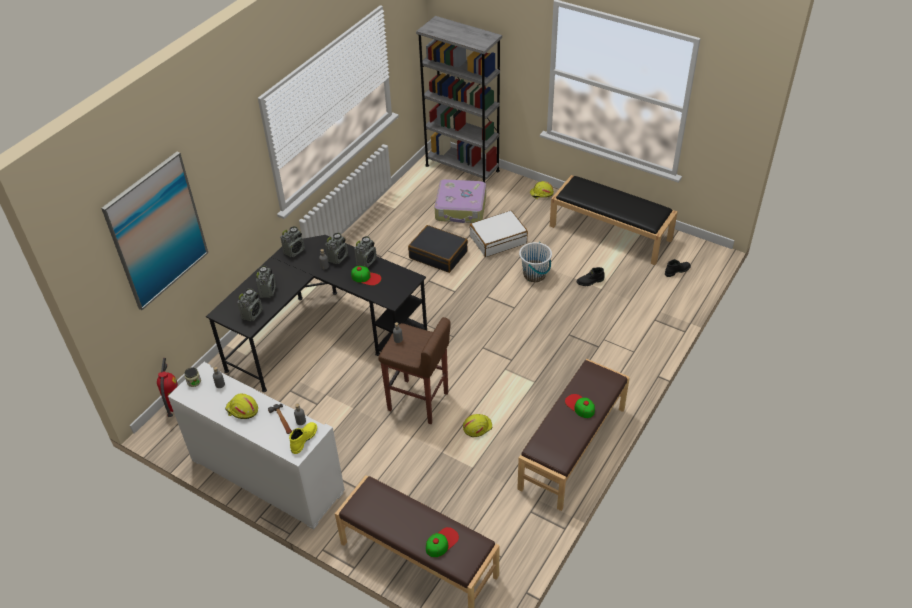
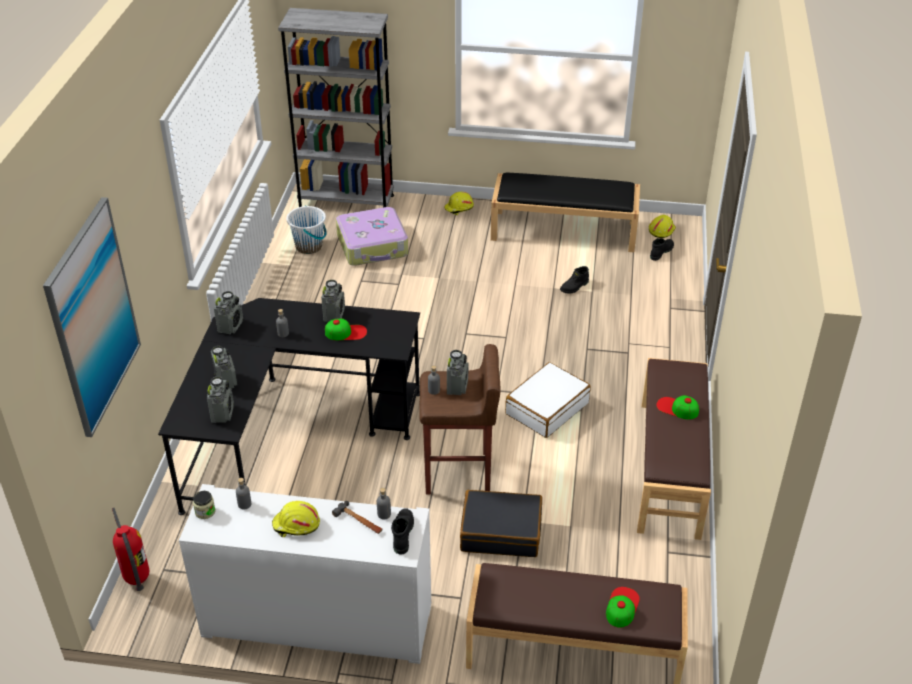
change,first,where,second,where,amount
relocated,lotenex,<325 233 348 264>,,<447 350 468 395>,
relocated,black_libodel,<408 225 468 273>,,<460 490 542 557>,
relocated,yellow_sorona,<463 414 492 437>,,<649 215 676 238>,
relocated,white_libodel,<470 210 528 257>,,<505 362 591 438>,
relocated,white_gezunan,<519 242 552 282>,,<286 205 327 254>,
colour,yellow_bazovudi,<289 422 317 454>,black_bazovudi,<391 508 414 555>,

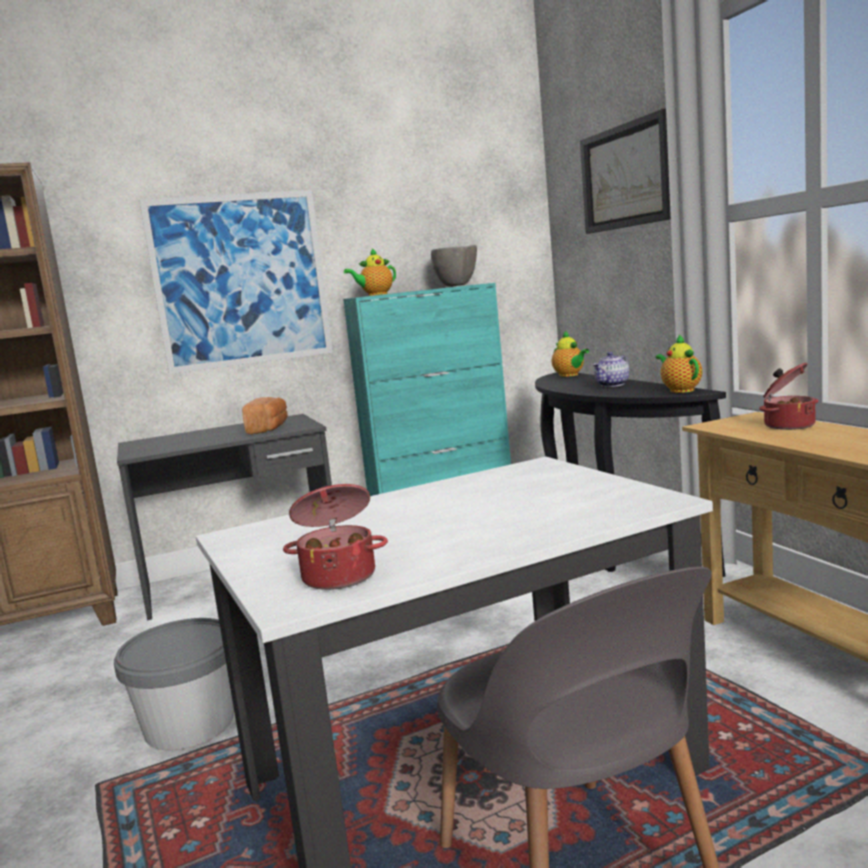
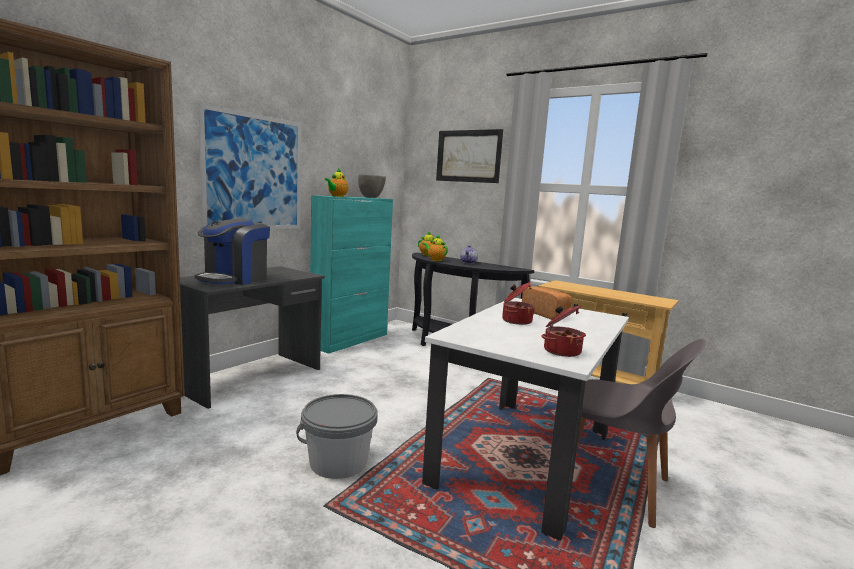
change,first,where,second,where,amount
appeared,,,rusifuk,<195 219 270 285>,
relocated,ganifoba,<242 397 288 434>,,<522 286 572 319>,
relocated,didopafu,<656 334 702 393>,,<423 235 448 261>,
relocated,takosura,<759 363 819 430>,,<502 282 535 325>,

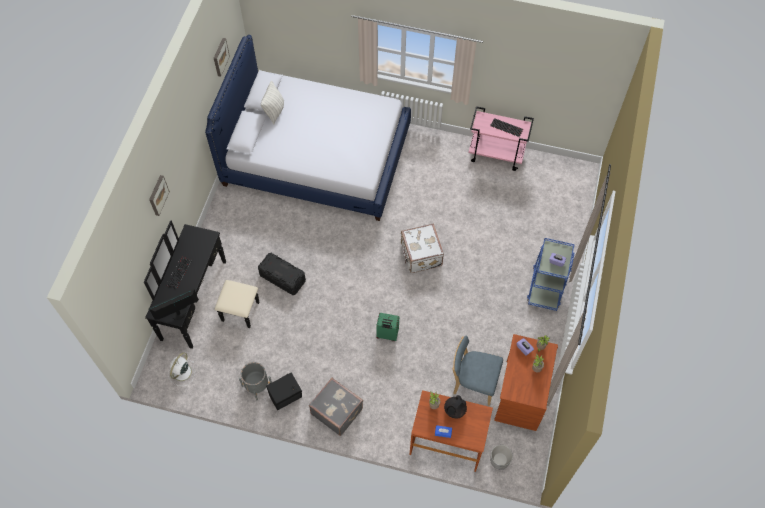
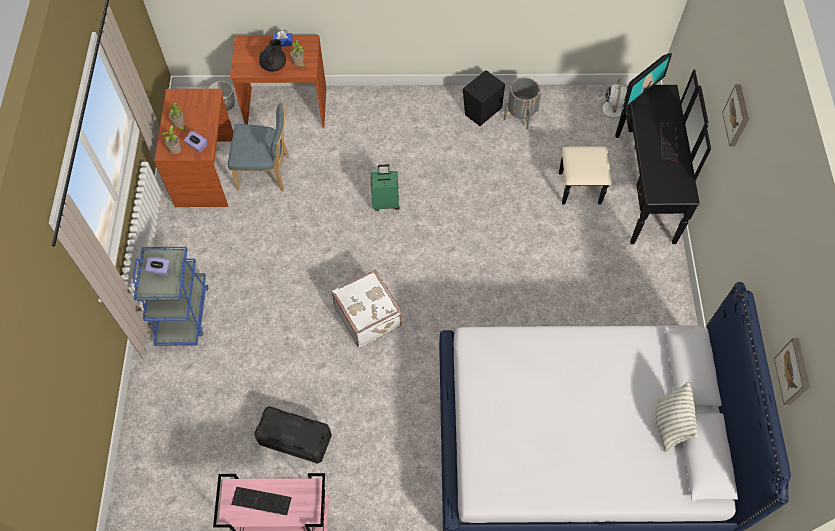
change,first,where,second,where,amount
missing,grey_libodel,<309 378 363 436>,,,
relocated,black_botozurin,<258 253 306 295>,,<254 406 332 464>,

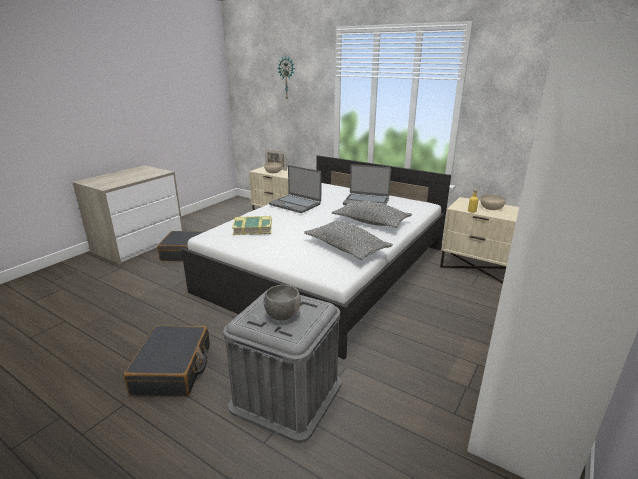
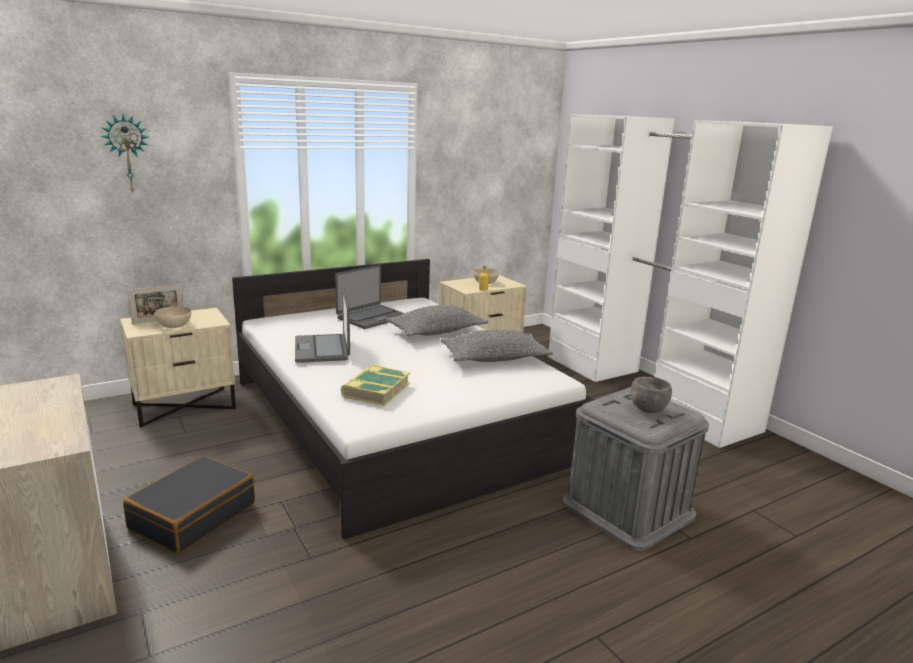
change,first,where,second,where,amount
missing,black_libodel,<124 326 210 396>,,,
spun,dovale,<269 165 321 213>,,<295 289 350 363>,105 degrees clockwise

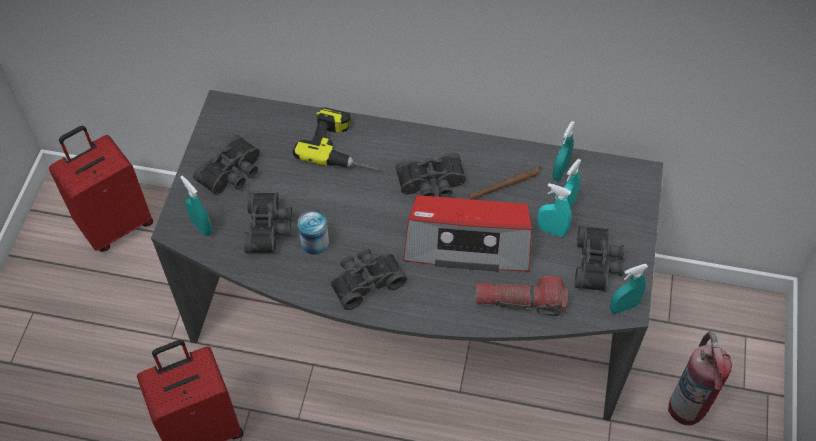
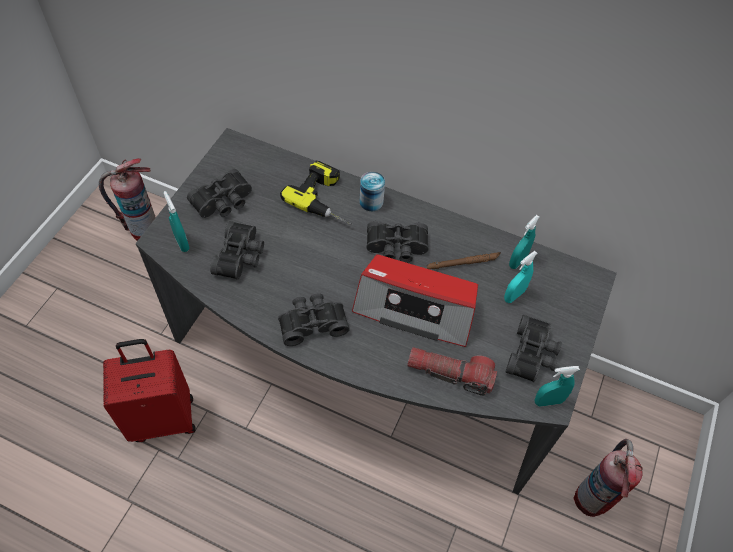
change,first,where,second,where,amount
missing,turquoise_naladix,<537 183 572 237>,,,
relocated,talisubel,<298 210 329 255>,,<360 172 385 211>,
exchanged,red_libodel,<49 126 153 252>,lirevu,<99 158 156 241>,

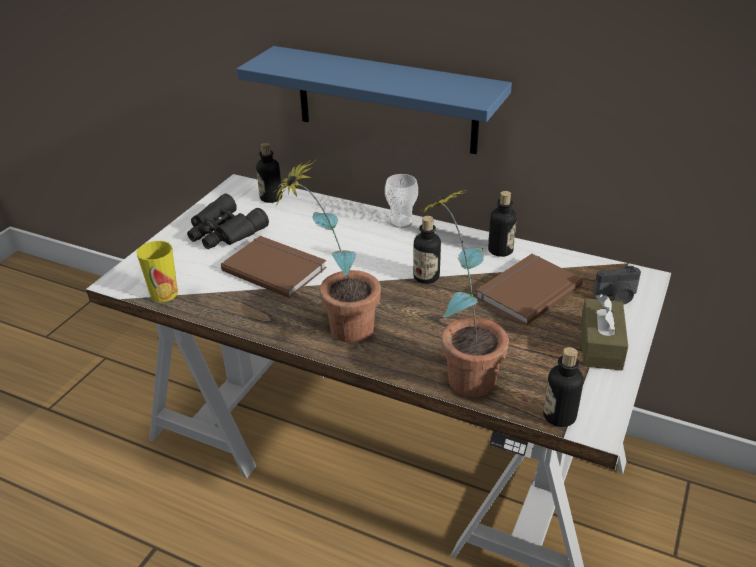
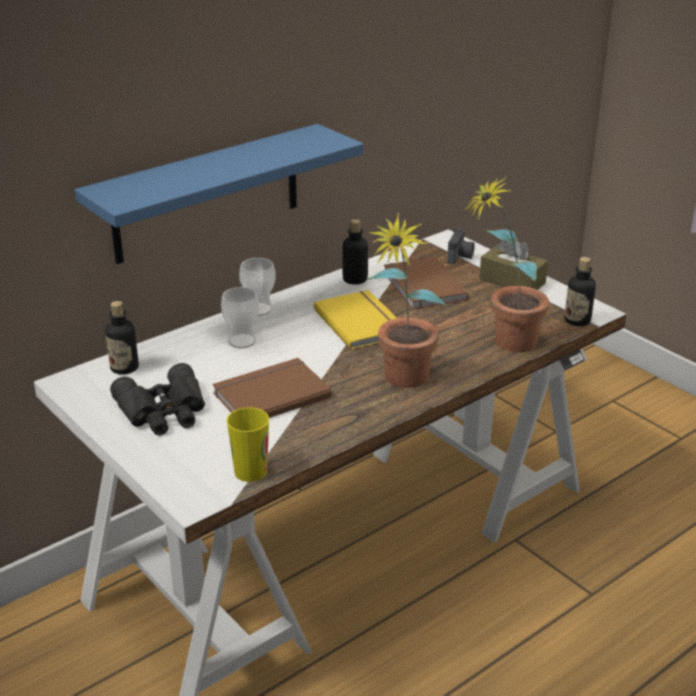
change,first,where,second,where,amount
appeared,,,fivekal,<221 287 259 348>,
exchanged,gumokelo,<413 216 441 284>,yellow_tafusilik,<313 290 397 350>,

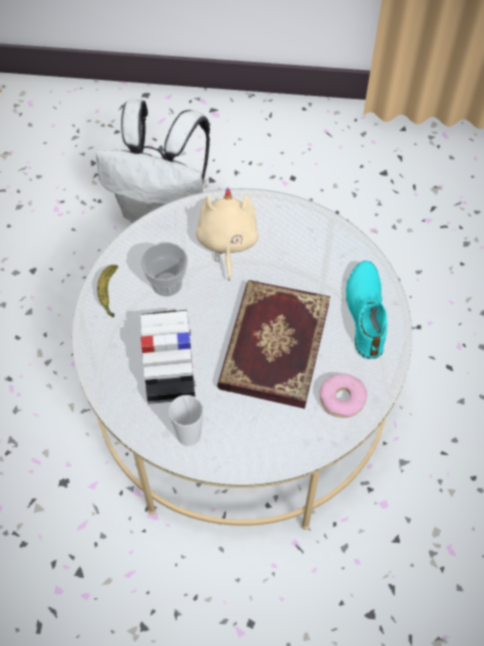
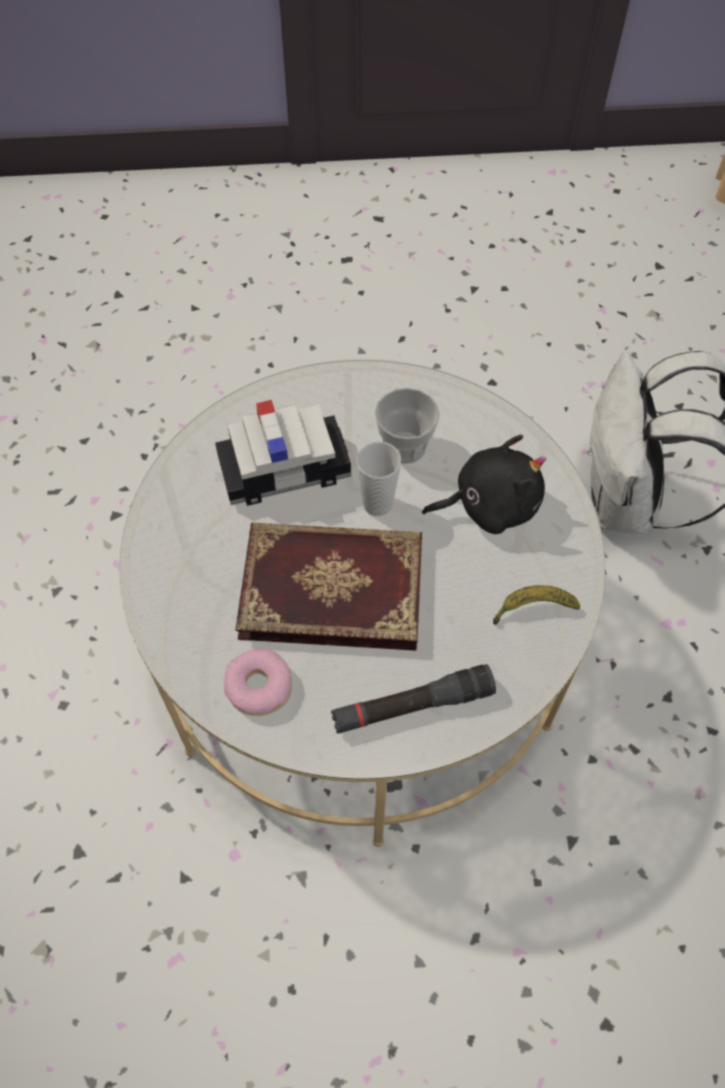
change,first,where,second,where,amount
relocated,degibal,<97 265 118 317>,,<493 585 580 625>,
relocated,fivekal,<169 395 203 446>,,<356 441 402 516>,
exchanged,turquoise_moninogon,<346 261 387 359>,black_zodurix,<331 664 496 734>,
colour,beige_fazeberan,<196 187 258 281>,black_fazeberan,<422 435 546 534>,

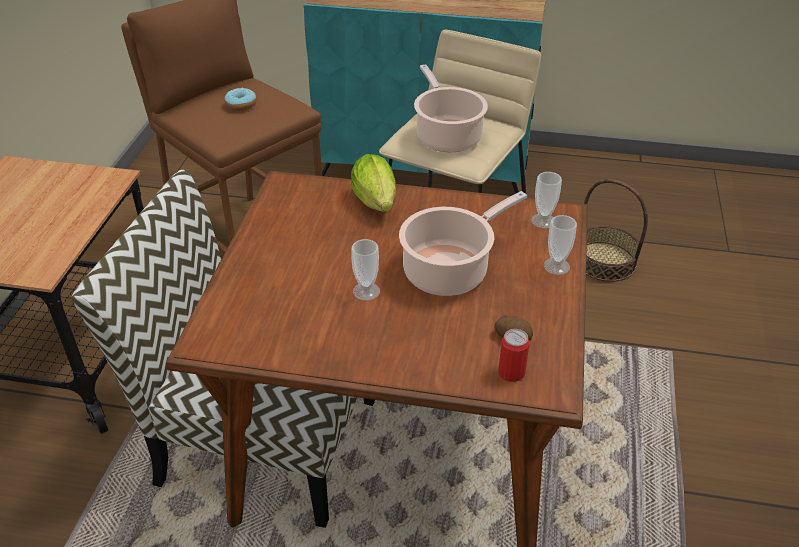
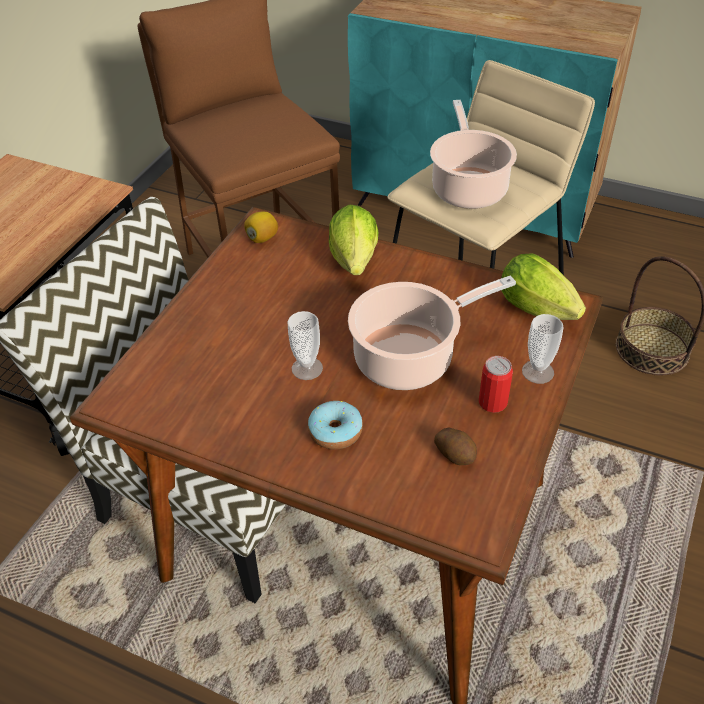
change,first,where,second,where,amount
appeared,,,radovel,<244 212 278 243>,
relocated,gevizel,<224 88 256 111>,,<308 401 363 449>,
relocated,talisubel,<499 329 529 382>,,<479 356 513 413>,
exchanged,fivekal,<531 172 562 229>,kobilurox,<501 253 586 320>,

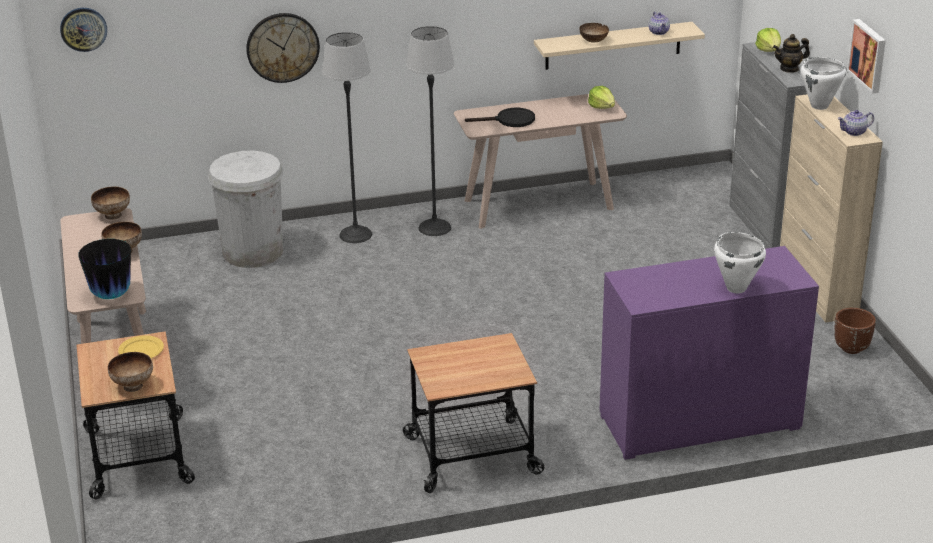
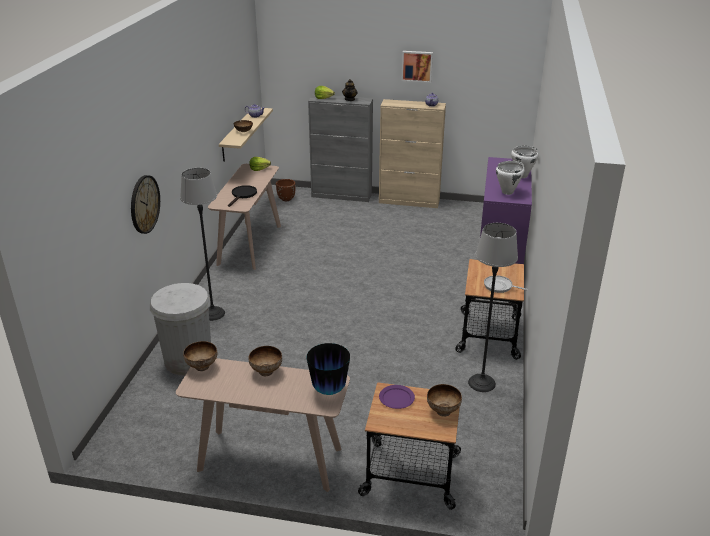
change,first,where,second,where,amount
missing,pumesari,<60 8 107 52>,,,
appeared,,,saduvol,<484 275 527 293>,
relocated,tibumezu,<406 26 454 236>,,<468 223 518 392>,
relocated,white_takosura,<801 57 846 110>,,<496 161 525 195>,
relocated,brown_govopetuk,<834 308 876 354>,,<276 179 296 201>,
colour,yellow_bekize,<118 335 164 358>,purple_bekize,<379 385 415 409>,

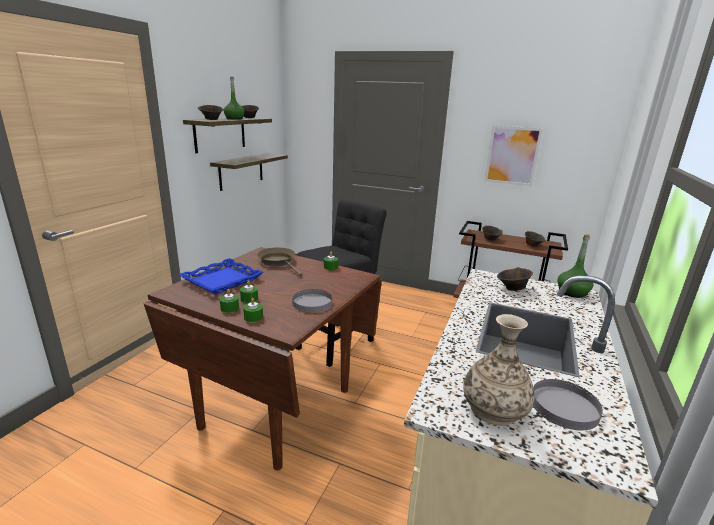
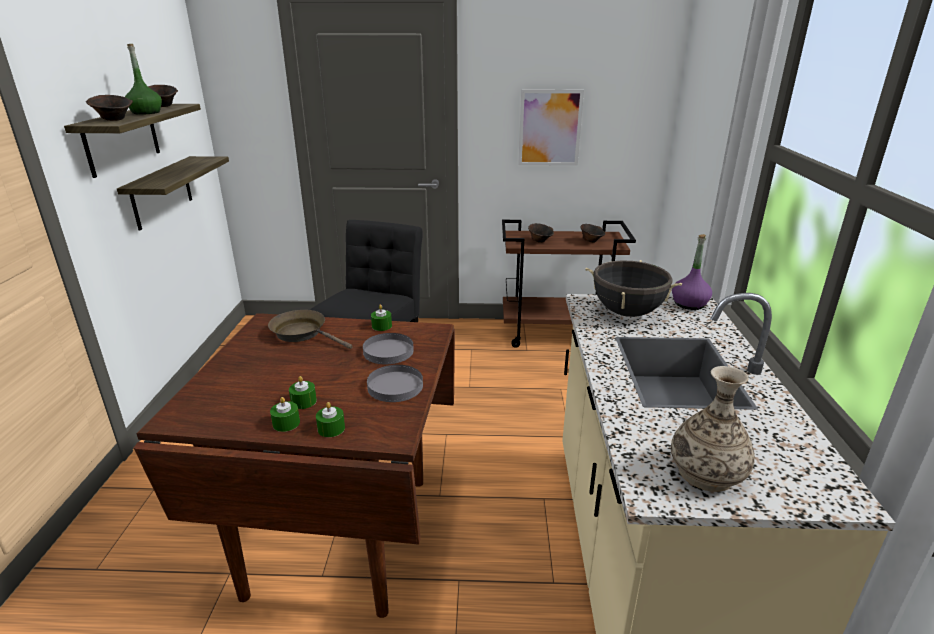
change,first,where,second,where,amount
missing,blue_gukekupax,<179 258 263 294>,,,
relocated,grey_bekize,<533 379 603 431>,,<363 333 414 364>,
exchanged,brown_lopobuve,<497 267 533 291>,black_takosura,<585 260 682 317>,
colour,green_gumokelo,<558 234 593 298>,purple_gumokelo,<672 234 712 310>,

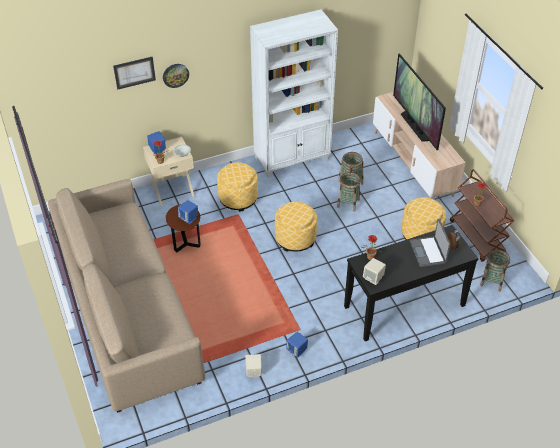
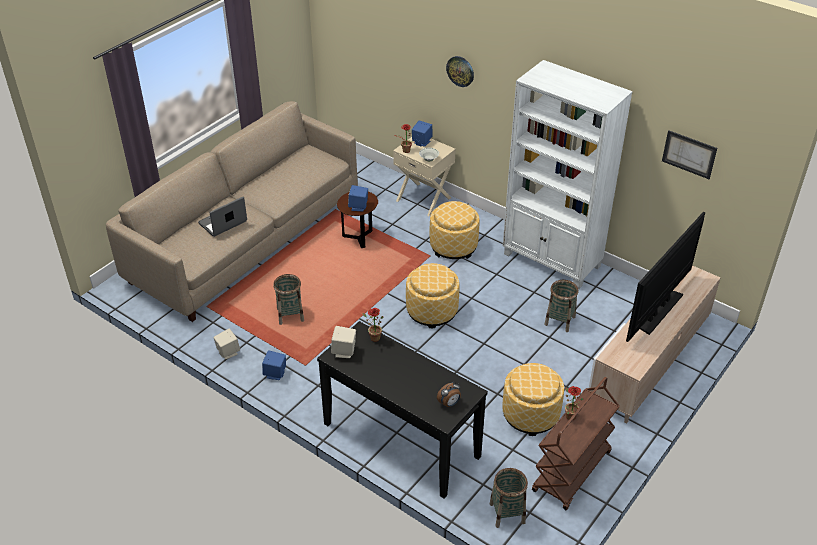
change,first,where,second,where,amount
relocated,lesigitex,<113 57 156 89>,,<662 130 717 179>,
relocated,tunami,<337 172 361 211>,,<273 274 304 325>,
relocated,dovale,<410 219 451 267>,,<198 197 247 237>,

